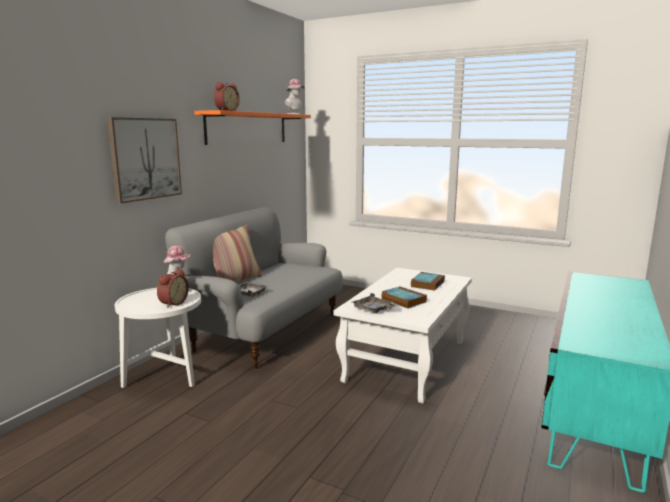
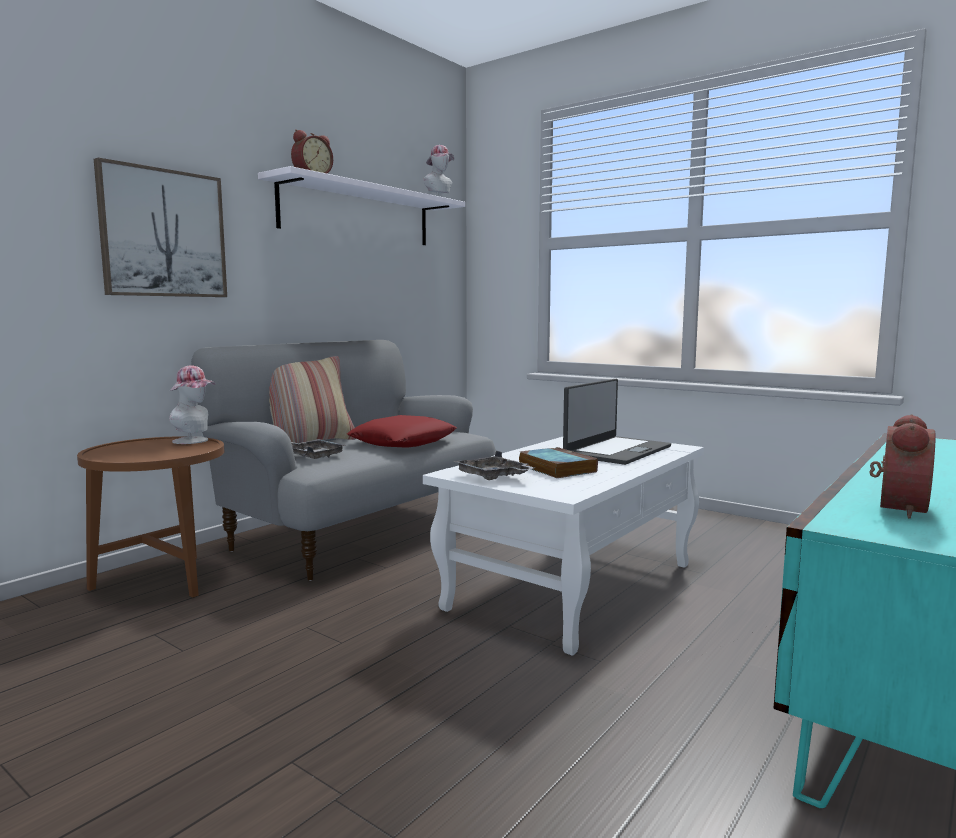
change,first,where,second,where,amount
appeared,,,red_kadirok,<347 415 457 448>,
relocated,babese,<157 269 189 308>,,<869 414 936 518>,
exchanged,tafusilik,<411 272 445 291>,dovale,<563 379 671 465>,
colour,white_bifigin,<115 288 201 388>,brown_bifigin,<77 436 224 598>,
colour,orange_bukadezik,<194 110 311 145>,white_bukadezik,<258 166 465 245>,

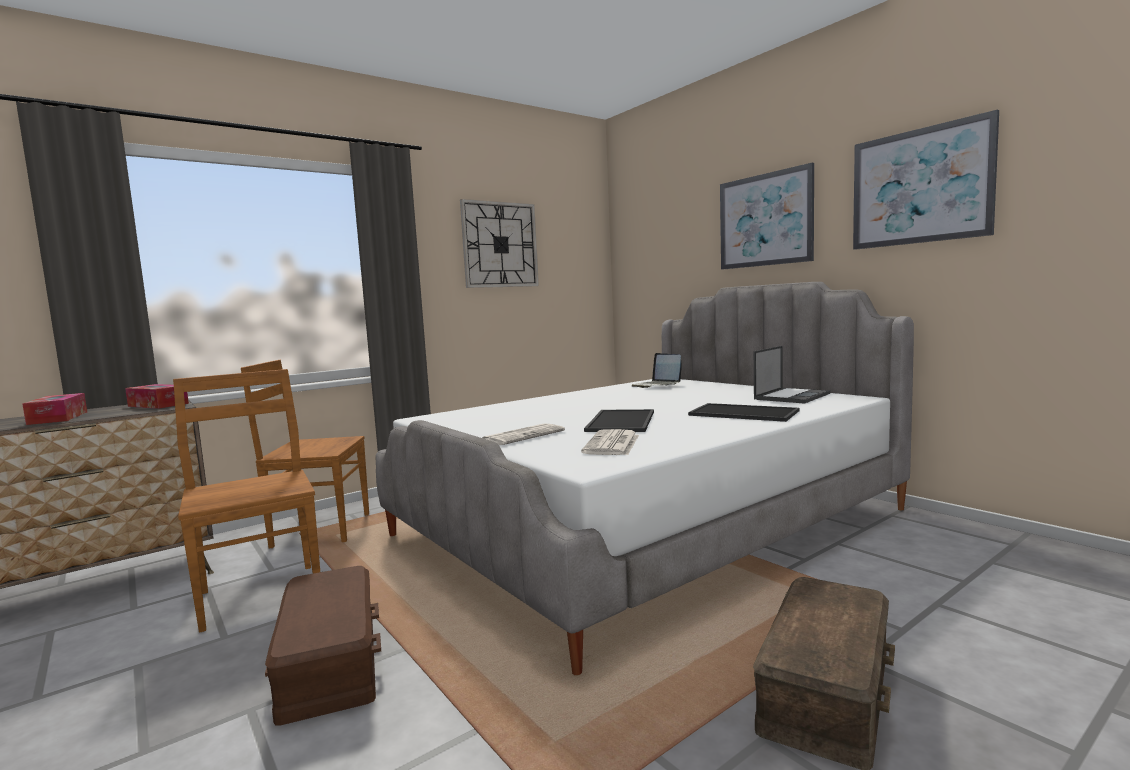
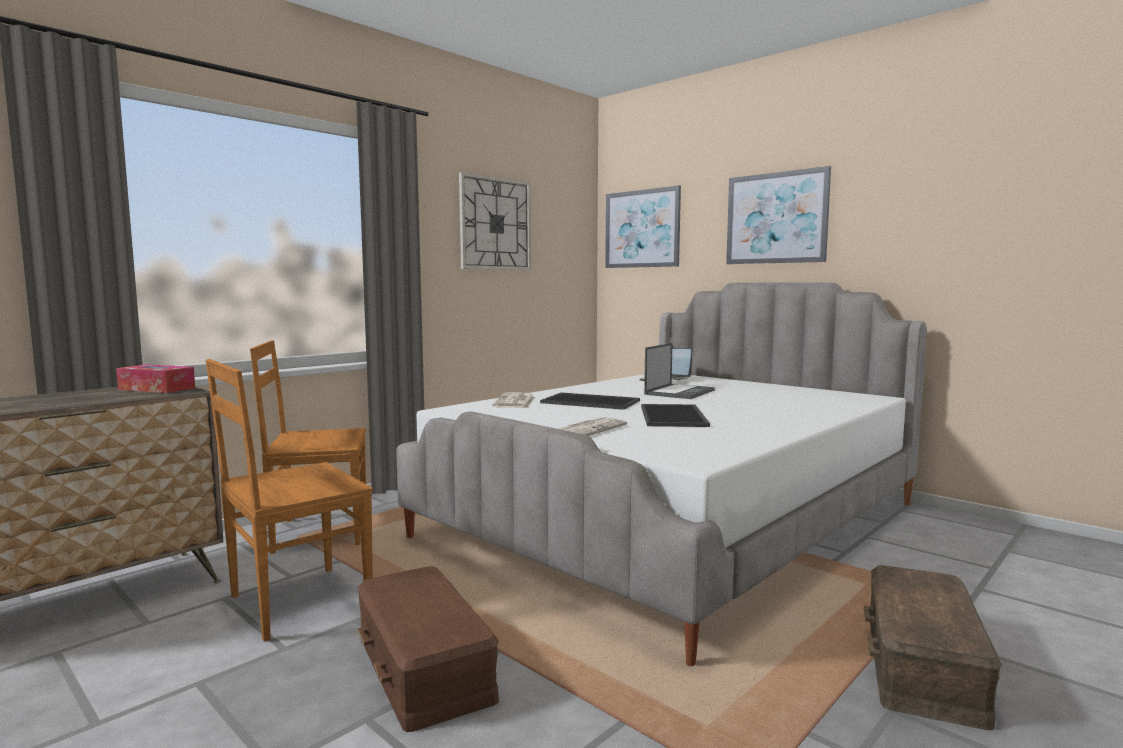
change,first,where,second,where,amount
missing,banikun,<22 393 87 425>,,,
relocated,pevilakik,<581 429 639 455>,,<493 392 535 408>,
relocated,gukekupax,<688 403 799 422>,,<540 392 640 410>,
relocated,dovale,<754 346 830 404>,,<644 343 715 399>,
relocated,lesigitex,<853 110 999 250>,,<605 185 681 268>,
spun,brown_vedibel,<173 369 320 633>,,<206 359 373 642>,90 degrees counterclockwise

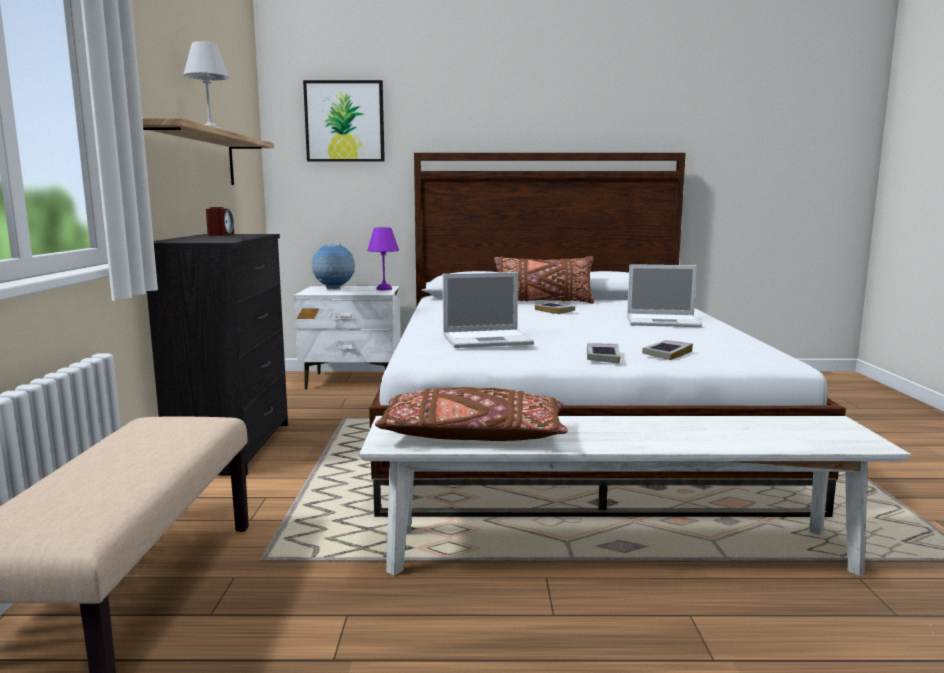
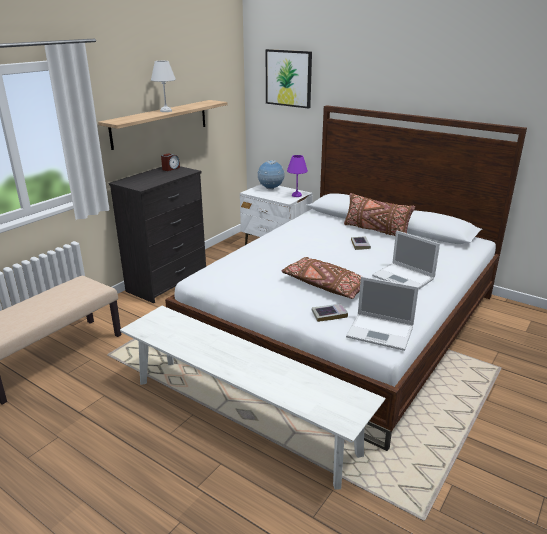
change,first,where,second,where,amount
missing,tafusilik,<587 343 620 363>,,,
relocated,brown_kadirok,<375 387 568 441>,,<282 257 361 299>,
relocated,dovale,<443 272 534 348>,,<346 276 419 351>,

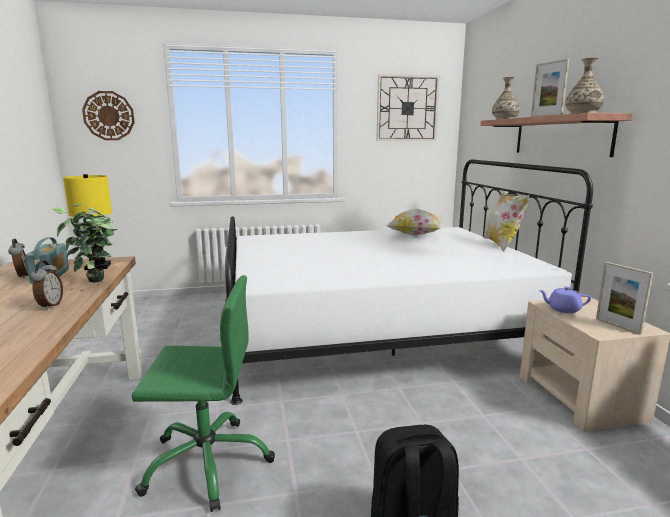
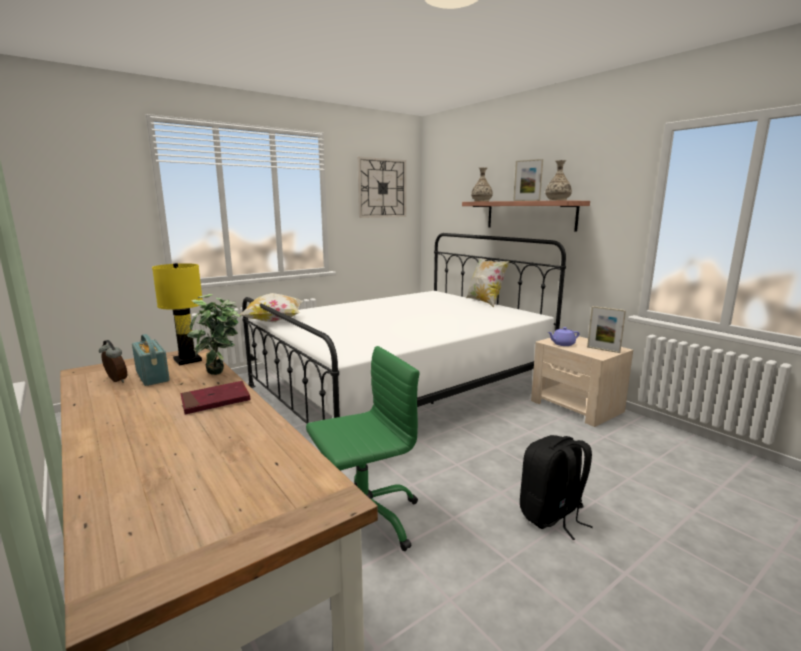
change,first,where,second,where,amount
missing,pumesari,<82 91 135 140>,,,
relocated,kadirok,<386 209 444 236>,,<239 293 302 322>,
exchanged,babese,<30 260 63 310>,red_tafusilik,<181 381 251 415>,

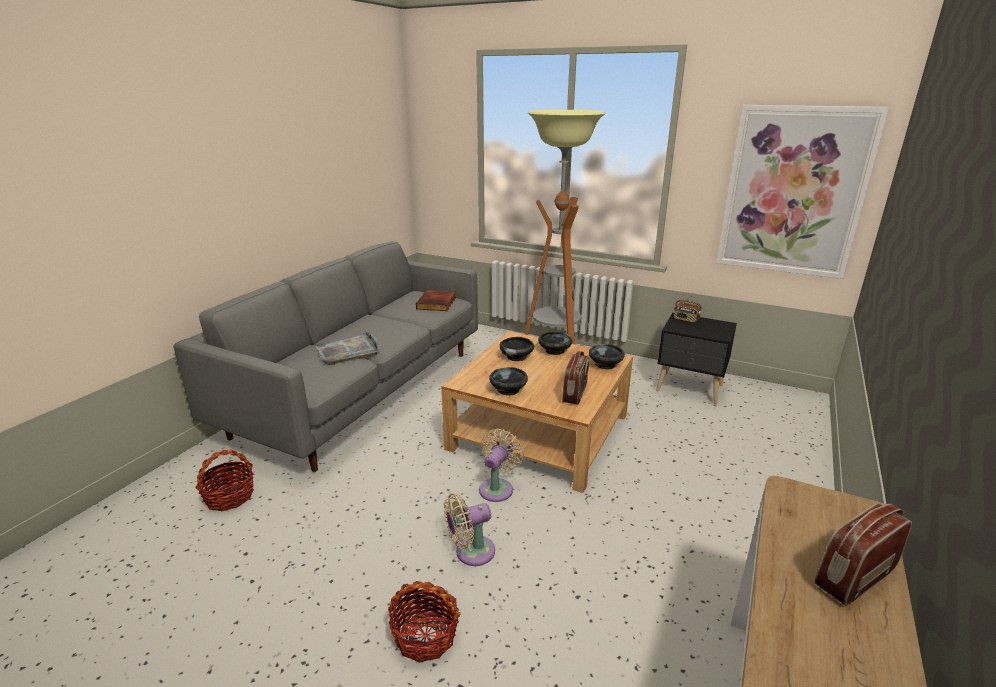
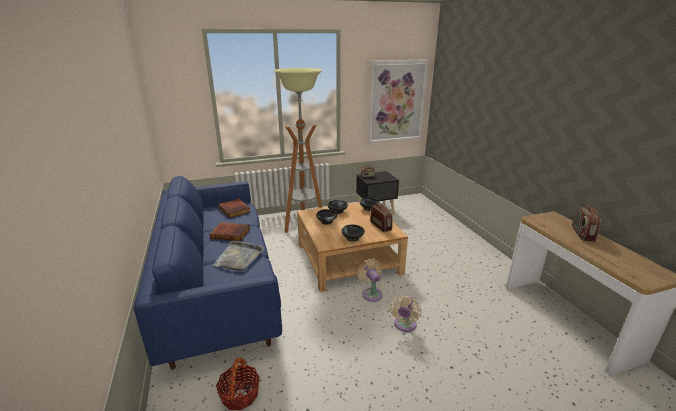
change,first,where,second,where,amount
missing,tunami,<388 581 461 663>,,,
appeared,,,tafusilik,<210 222 250 241>,
colour,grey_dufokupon,<173 241 478 472>,blue_dufokupon,<134 176 282 370>,

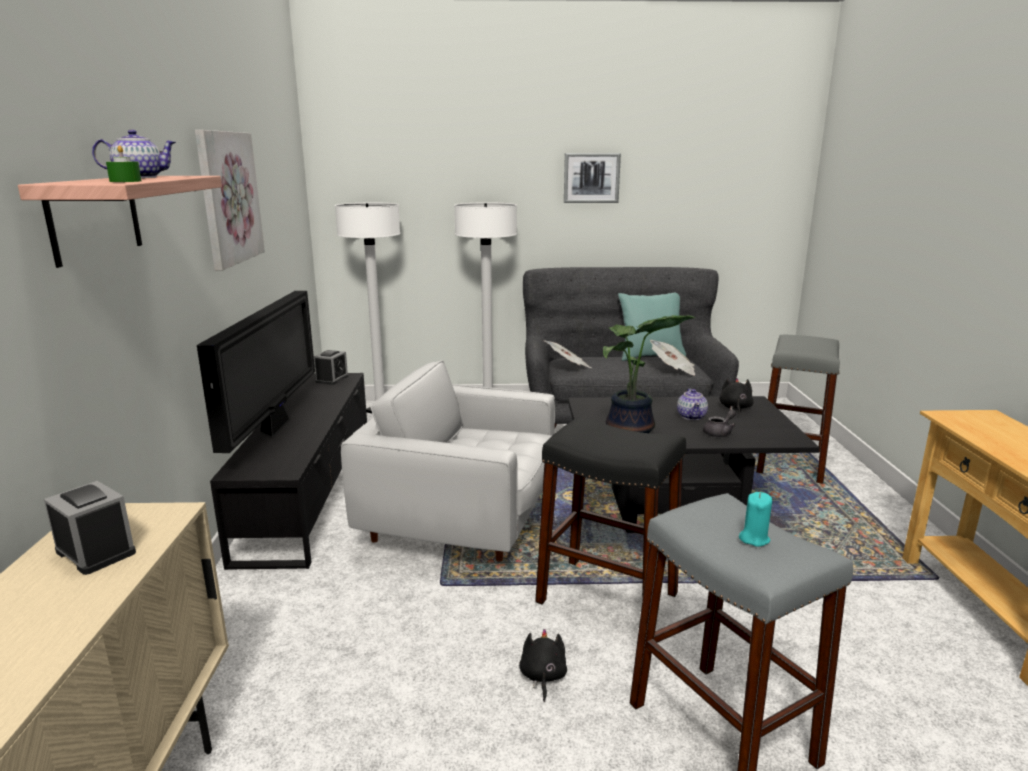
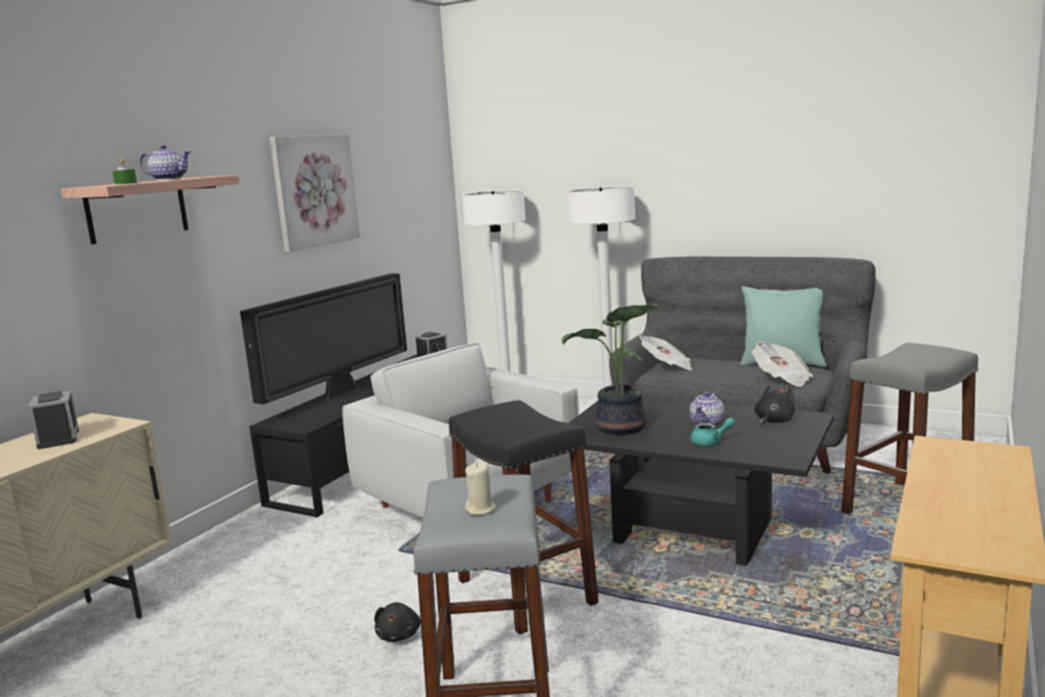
change,first,where,second,where,amount
missing,lesigitex,<564 153 621 203>,,,
colour,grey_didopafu,<703 410 736 437>,turquoise_didopafu,<690 417 735 446>,
colour,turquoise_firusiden,<739 492 772 547>,beige_firusiden,<465 462 496 515>,
spun,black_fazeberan,<519 629 567 702>,,<374 602 421 642>,150 degrees clockwise

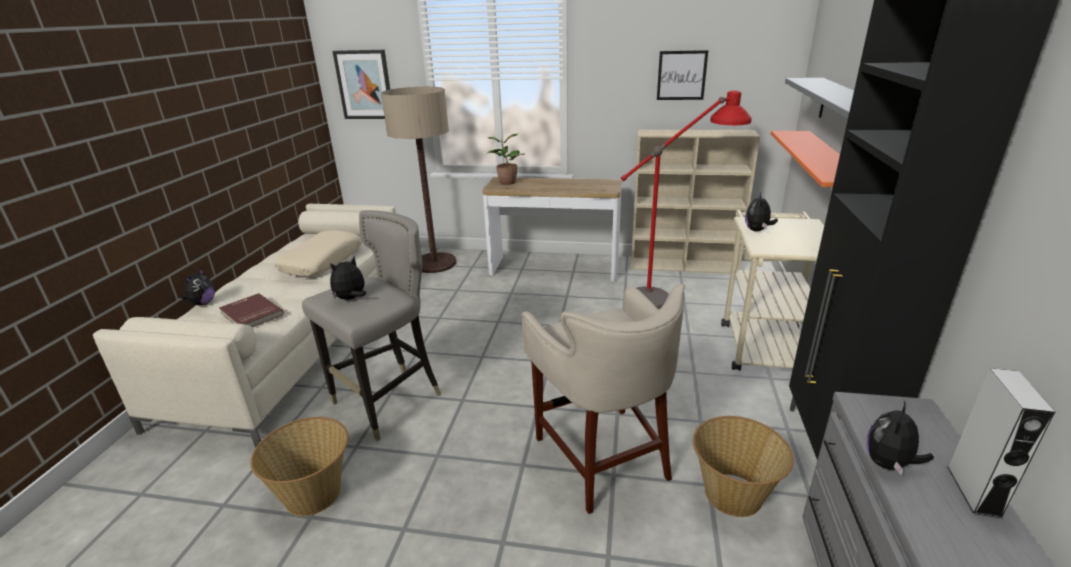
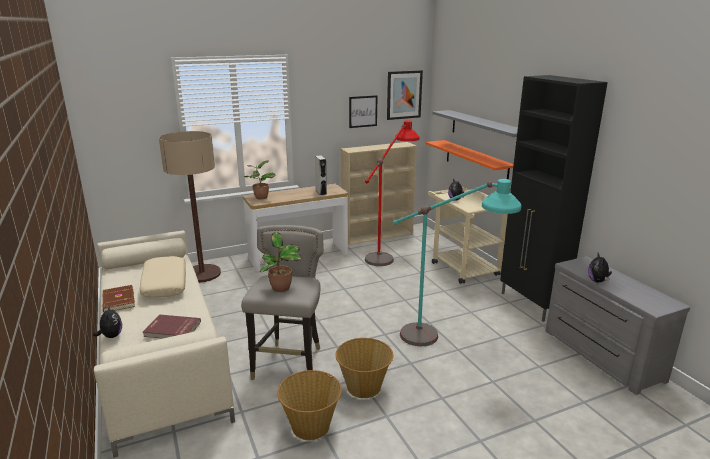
change,first,where,second,where,amount
appeared,,,brown_tafusilik,<102 285 135 312>,
relocated,lesigitex,<333 50 390 119>,,<387 70 423 120>,
relocated,tunami,<693 416 794 517>,,<335 338 393 398>,
relocated,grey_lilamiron,<948 368 1055 519>,,<315 155 327 195>,
exchanged,fazeberan,<330 257 366 300>,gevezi,<260 232 301 292>,
exchanged,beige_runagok,<521 284 685 514>,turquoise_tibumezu,<393 179 521 346>,

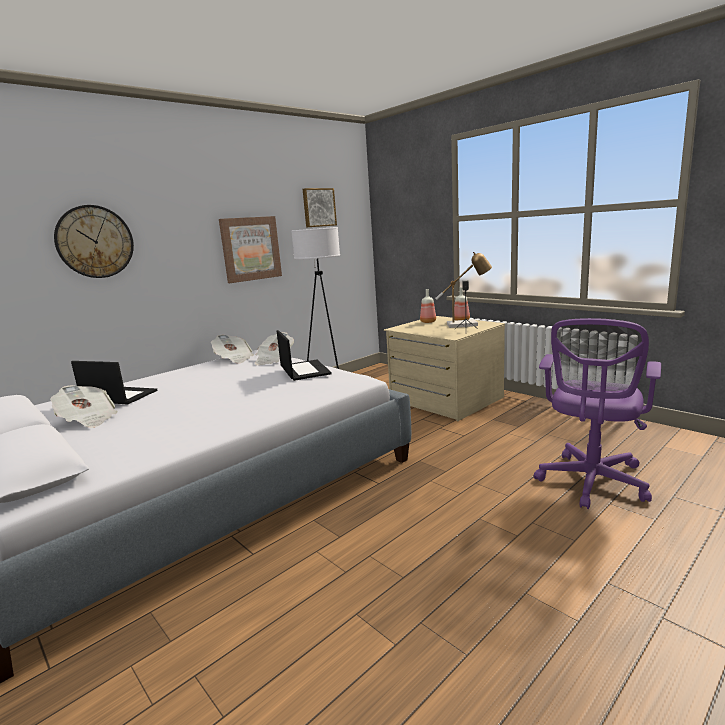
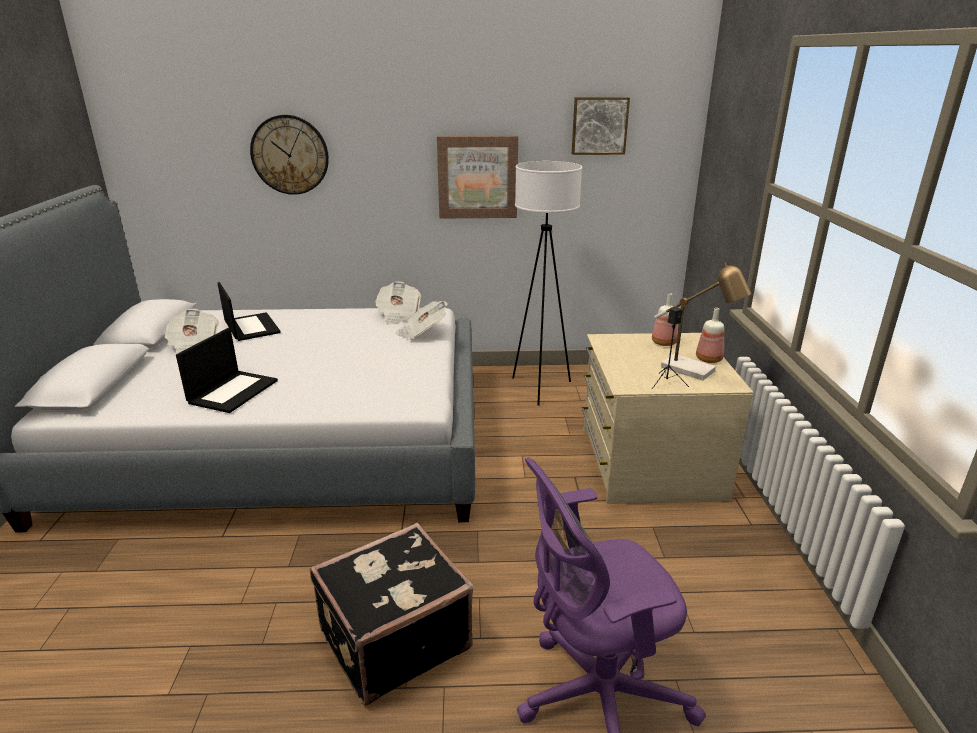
change,first,where,second,where,amount
appeared,,,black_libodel,<310 523 473 706>,
relocated,dovale,<277 330 332 381>,,<176 328 278 413>,

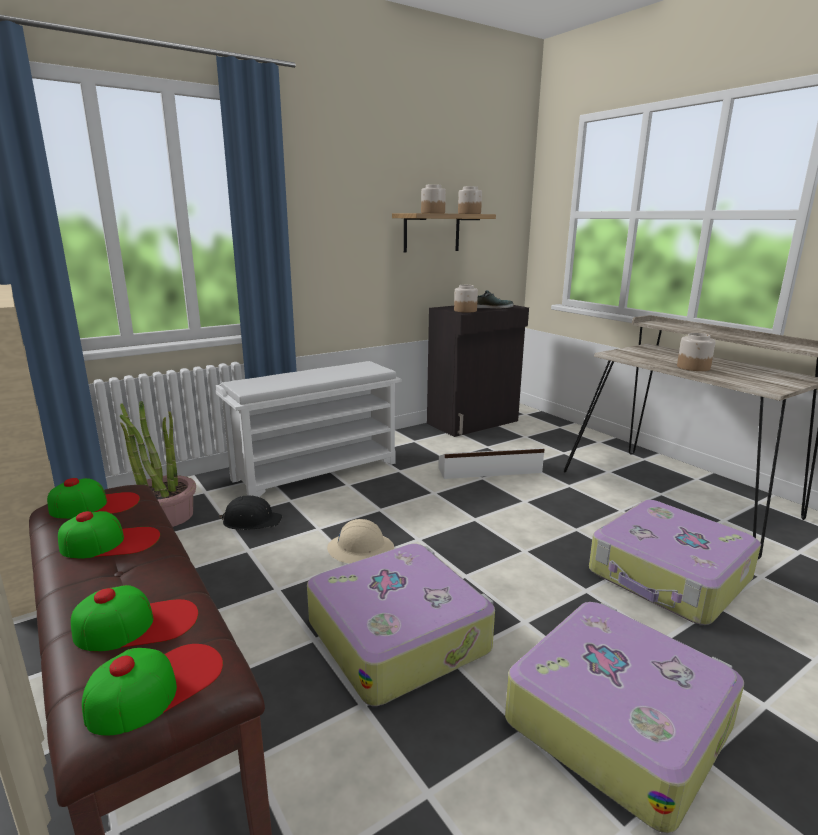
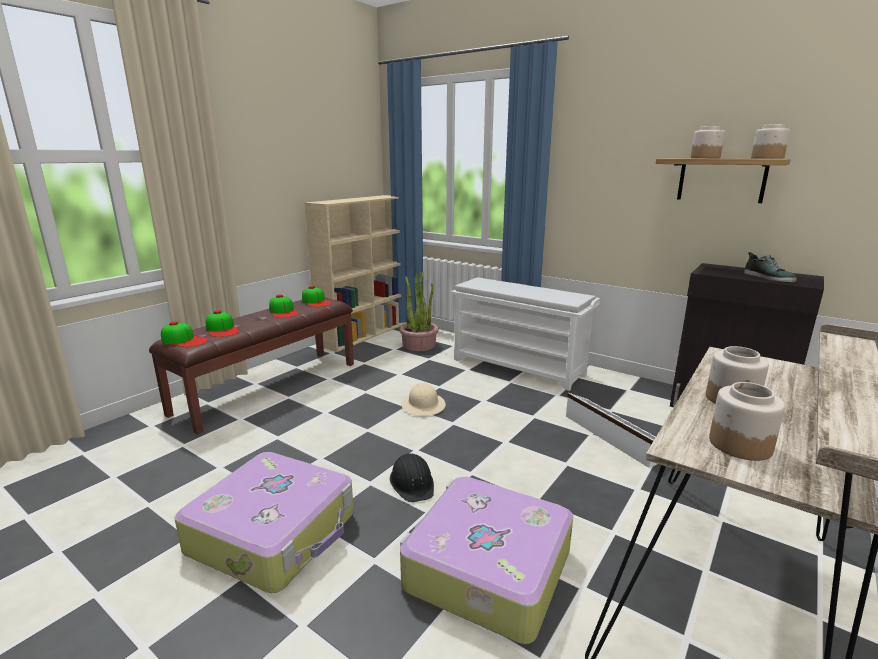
change,first,where,second,where,amount
missing,libodel,<307 544 495 706>,,,
relocated,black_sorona,<219 495 282 530>,,<390 453 434 502>,
relocated,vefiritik,<454 285 478 313>,,<709 382 785 461>,

